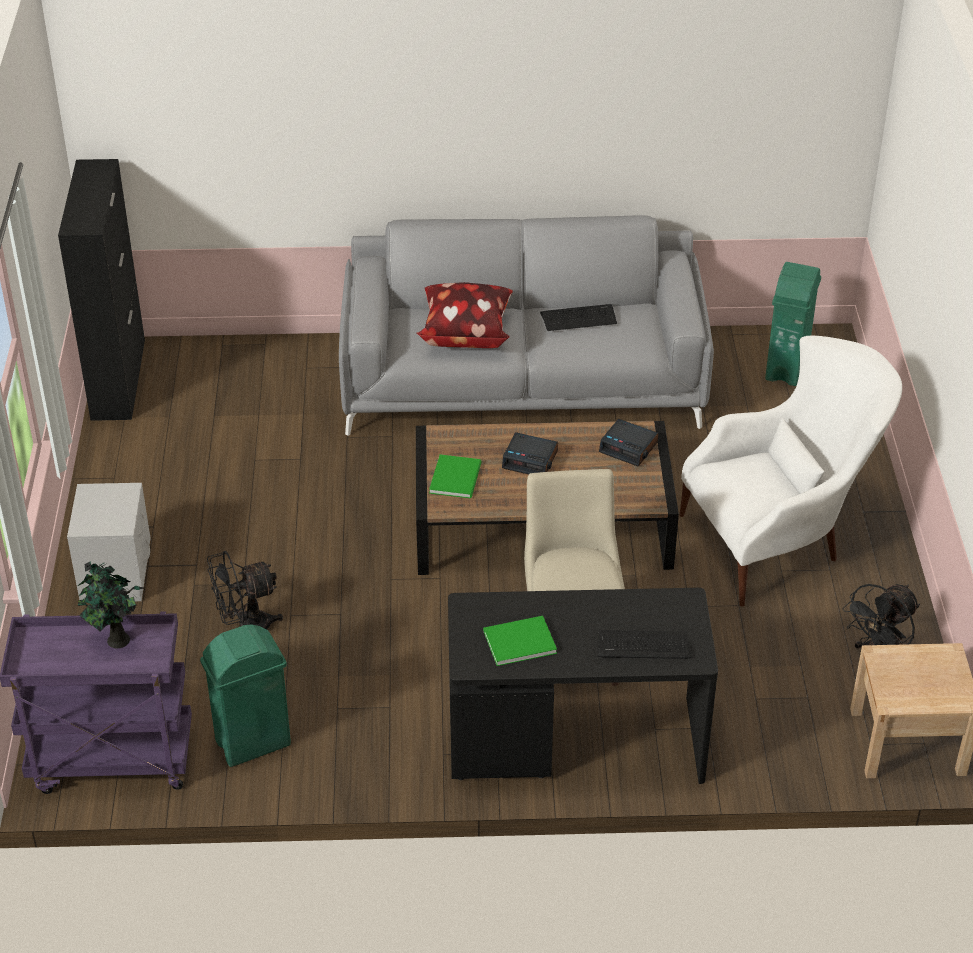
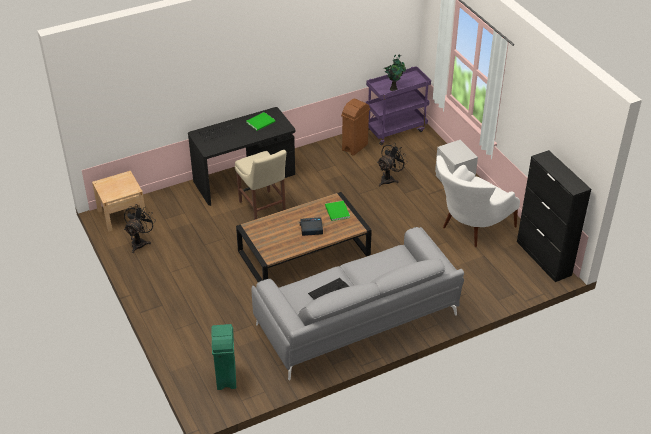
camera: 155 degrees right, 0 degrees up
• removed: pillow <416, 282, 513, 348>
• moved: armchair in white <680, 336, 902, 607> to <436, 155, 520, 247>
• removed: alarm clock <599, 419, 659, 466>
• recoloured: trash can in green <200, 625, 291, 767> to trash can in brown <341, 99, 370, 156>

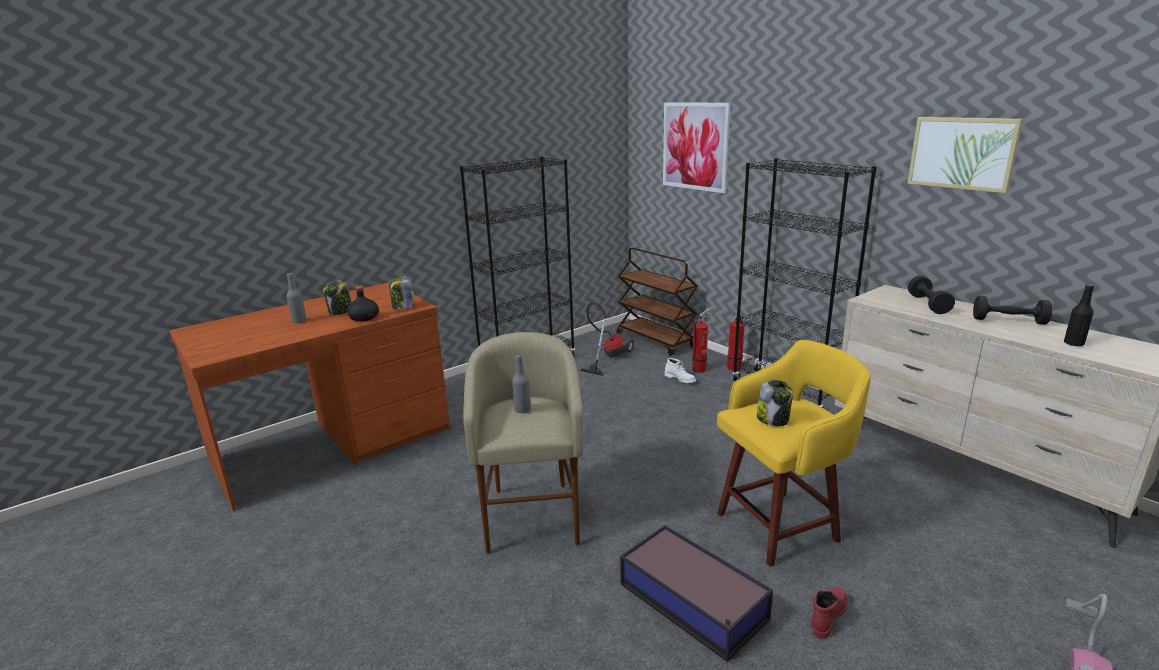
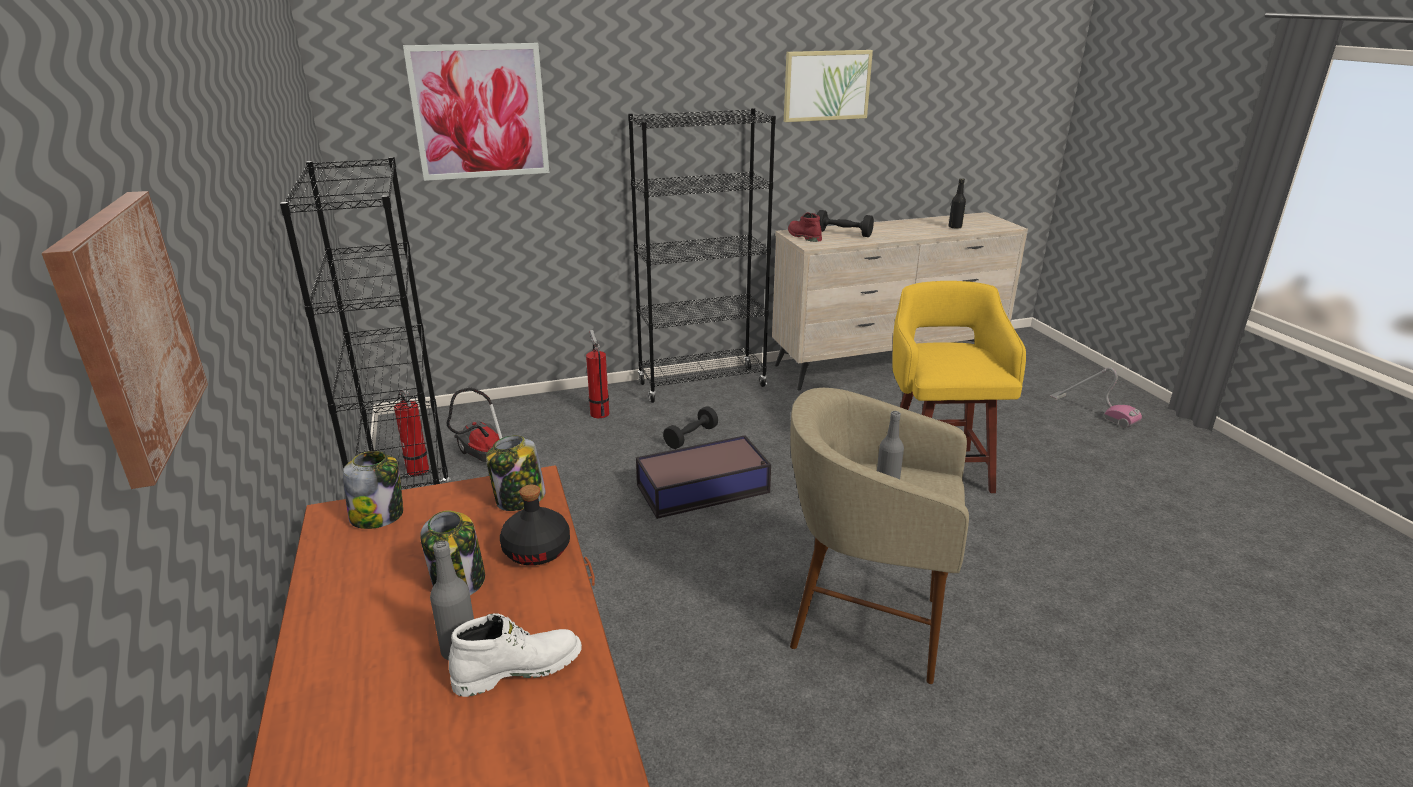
camera: 70 degrees left, 5 degrees up
• removed: cart in brown <617, 247, 698, 356>
• moved: dumbbell in black <973, 296, 1052, 325> to <663, 406, 718, 449>
• moved: fire extinguisher <727, 313, 744, 371> to <394, 389, 429, 476>
• moved: boot in white <664, 358, 696, 383> to <449, 614, 582, 697>
• moved: jar <757, 380, 793, 426> to <343, 451, 403, 529>
• moved: storage box <620, 525, 773, 662> to <636, 435, 771, 519>
• moved: boot in red <810, 587, 848, 639> to <788, 212, 822, 242>
• added: picture <42, 191, 208, 489>

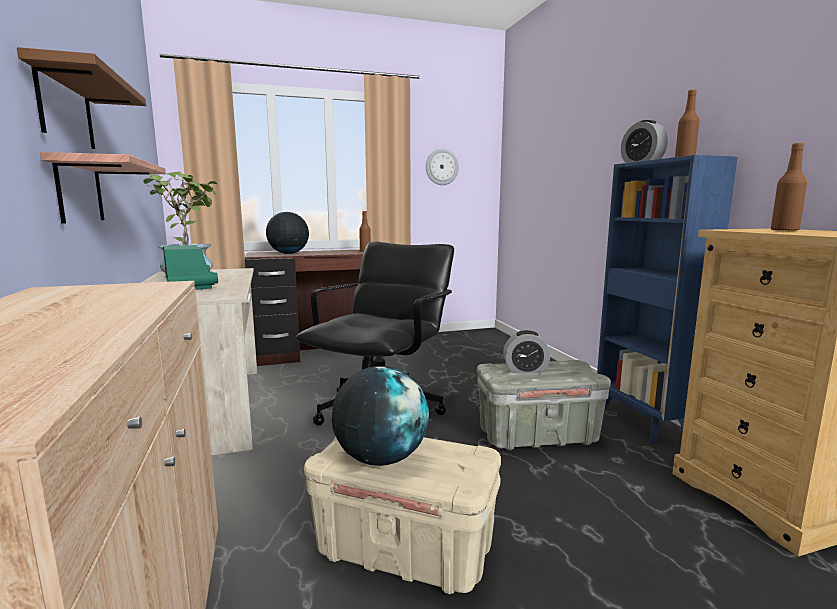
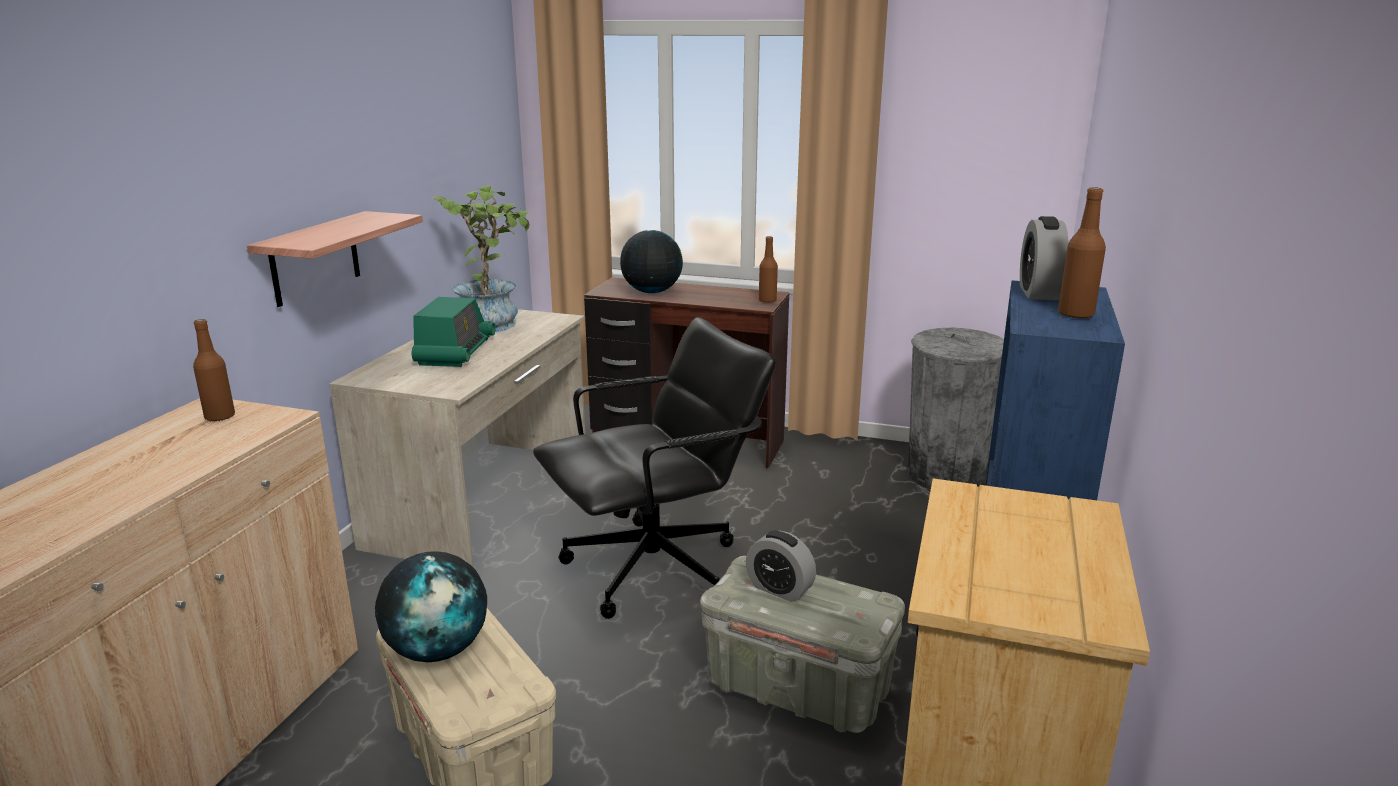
camera: 35 degrees right, 10 degrees up
• removed: shelf in brown <17, 47, 146, 149>
• moved: bottle in brown <771, 143, 807, 231> to <193, 319, 235, 421>
• removed: wall clock <426, 149, 459, 185>
• added: trash can in grey <907, 328, 1004, 489>

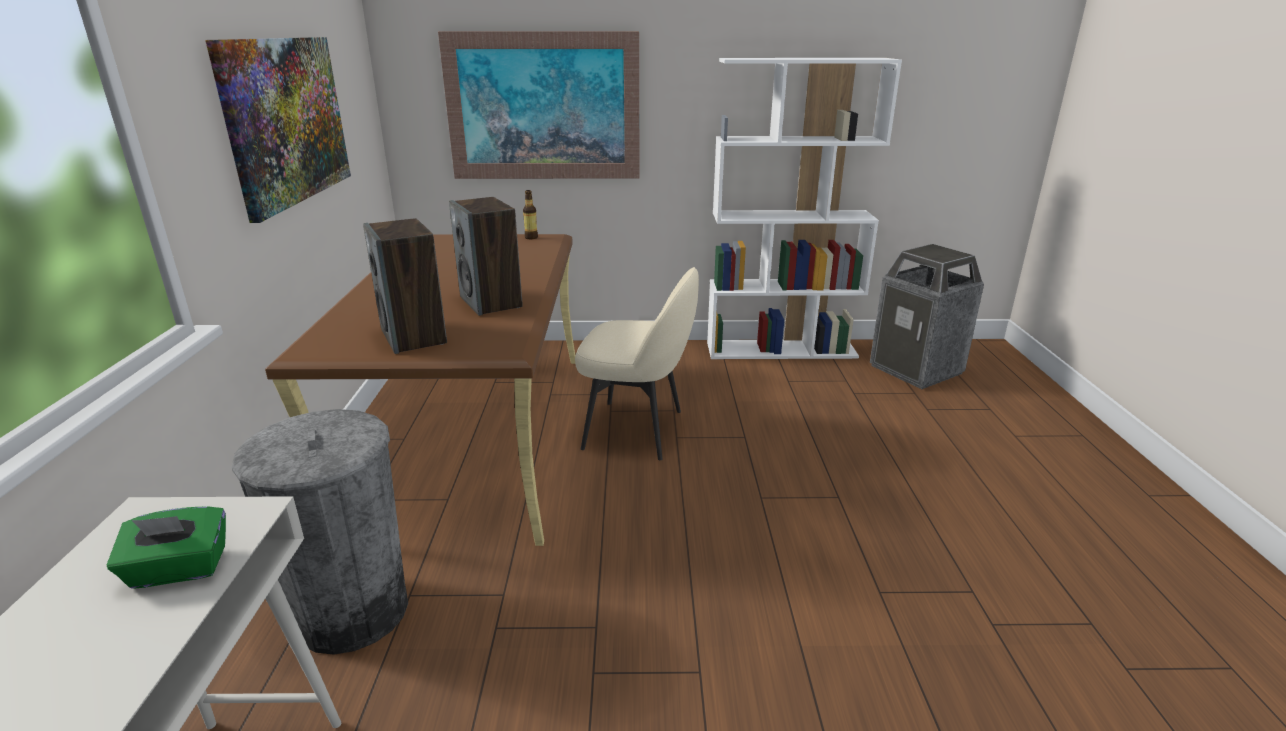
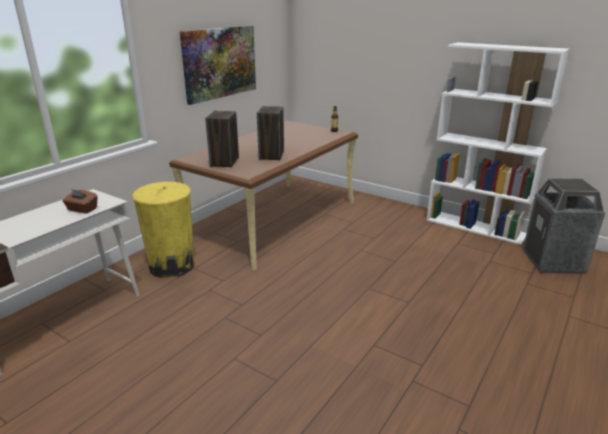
camera: 35 degrees right, 0 degrees up
• removed: picture <438, 31, 640, 179>
• removed: chair in beige <575, 267, 699, 460>
• recoloured: trash can in grey <232, 409, 408, 655> to trash can in yellow <132, 182, 194, 278>
• recoloured: tissue box in green <107, 506, 226, 589> to tissue box in brown <62, 189, 97, 214>

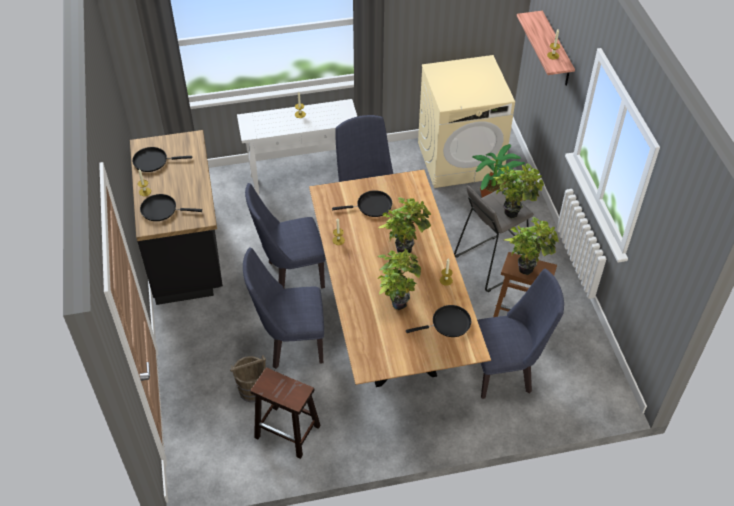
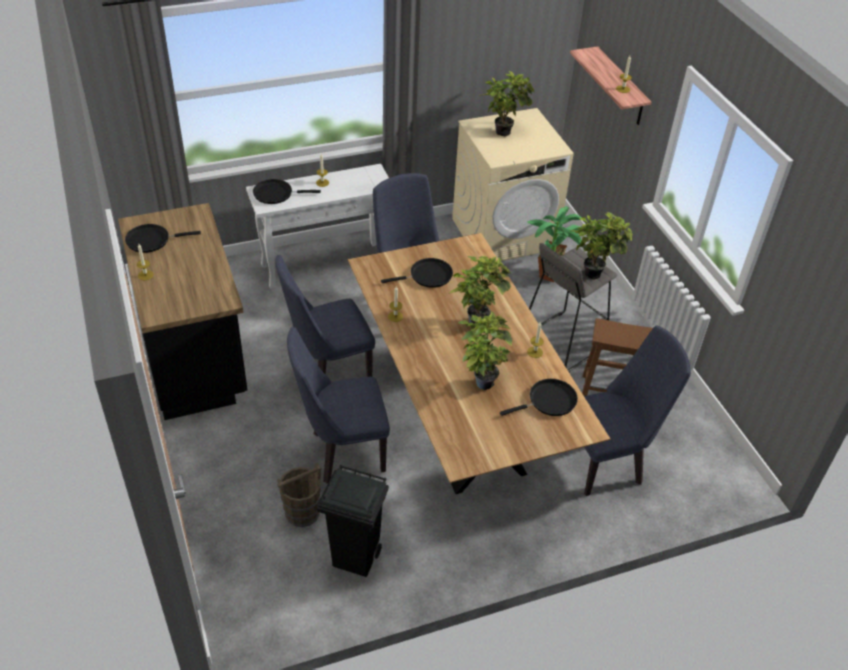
camera: 10 degrees left, 5 degrees down
• moved: frying pan in black <140, 194, 202, 221> to <253, 179, 321, 204>
• moved: potted plant <504, 217, 559, 275> to <480, 71, 534, 137>
• replaced: stool in brown <250, 367, 321, 459> to trash can in black <317, 465, 389, 577>

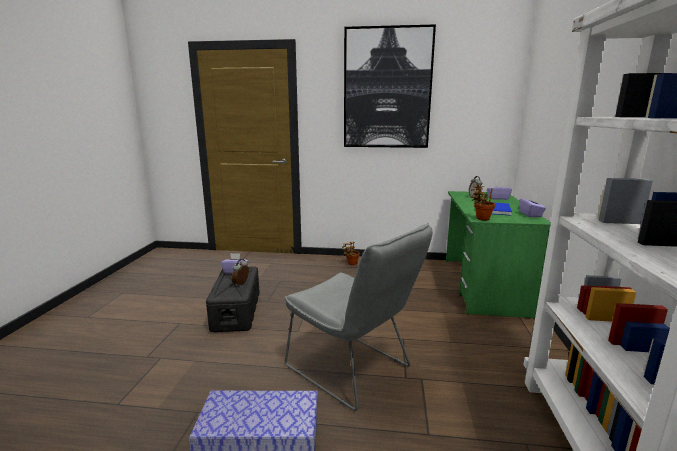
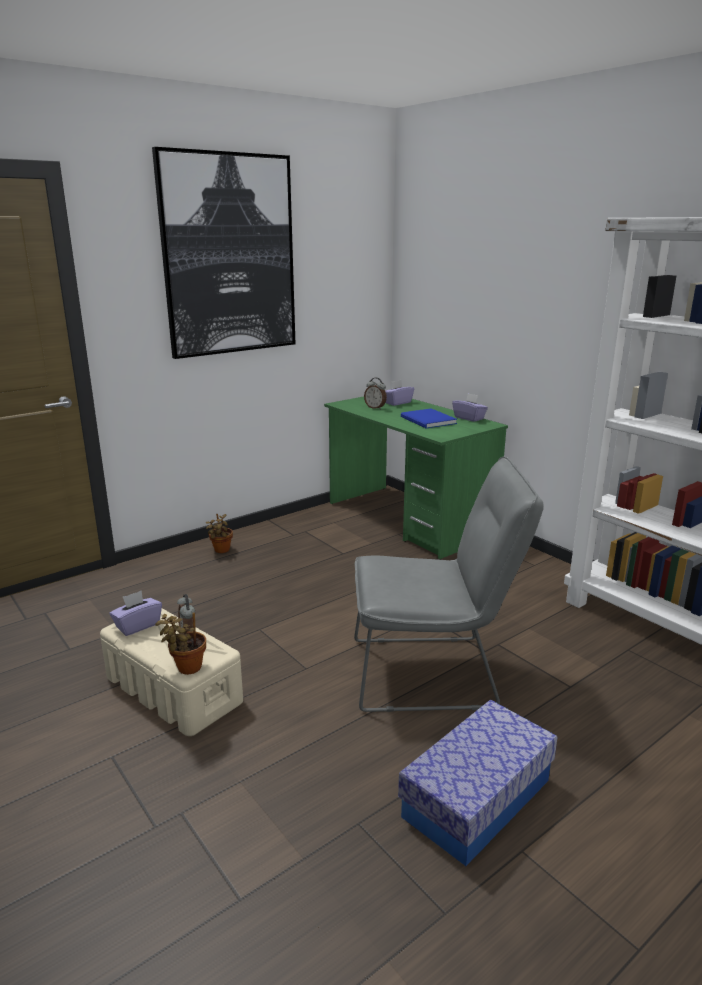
camera: 45 degrees left, 5 degrees up
• moved: potted plant <471, 185, 495, 220> to <155, 612, 206, 675>
• recoloured: storage box in black <206, 267, 260, 332> to storage box in beige <100, 608, 243, 736>

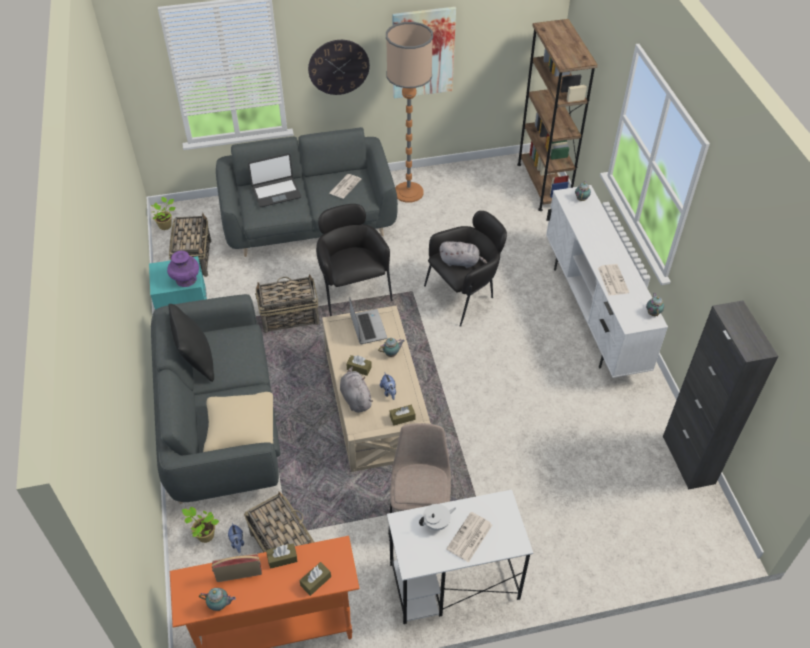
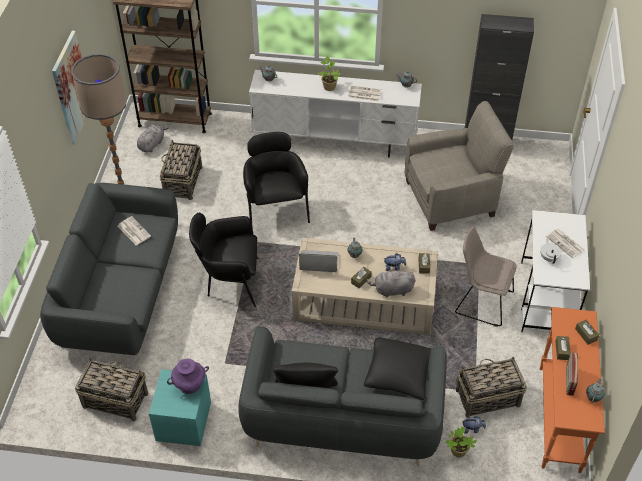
camera: 70 degrees left, 0 degrees up
• removed: wall clock <308, 40, 370, 95>
• removed: laptop <248, 153, 301, 207>
• moved: potted plant <151, 197, 175, 230> to <318, 56, 341, 91>
• moved: plush toy in grey <439, 241, 487, 268> to <137, 125, 169, 152>
• moved: basket <255, 274, 319, 333> to <160, 140, 202, 200>
• recoloured: pillow in beige <203, 392, 273, 452> to pillow in black <364, 337, 431, 400>
• added: armchair in beige <404, 101, 514, 231>

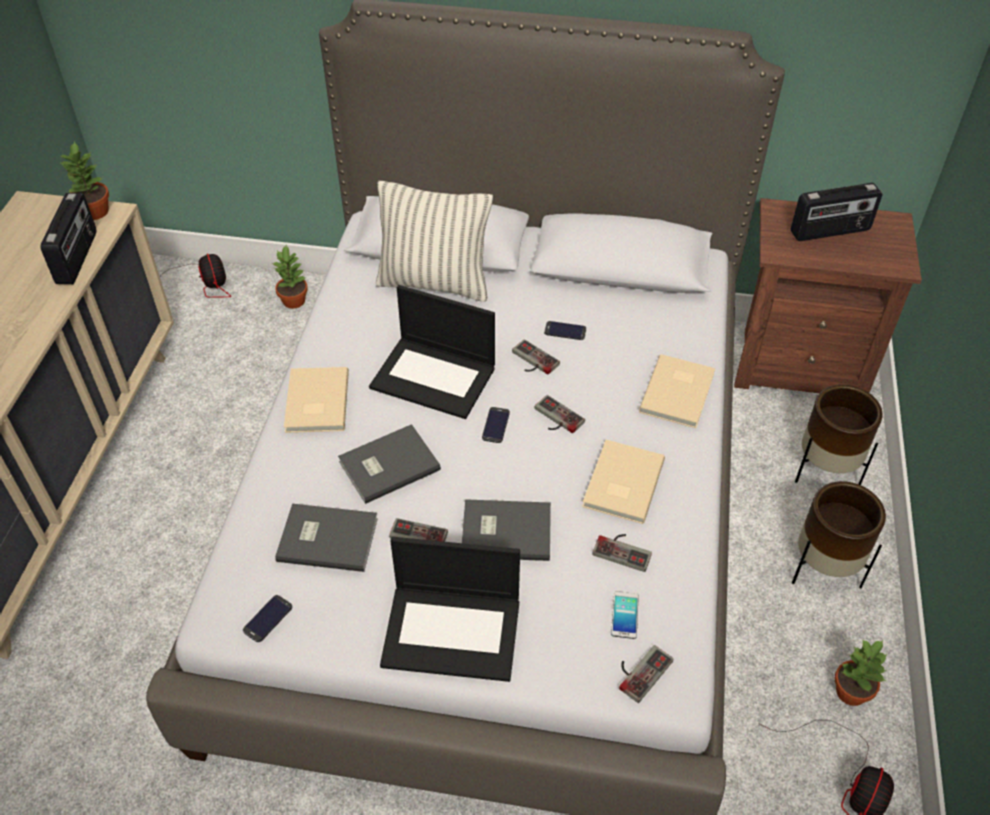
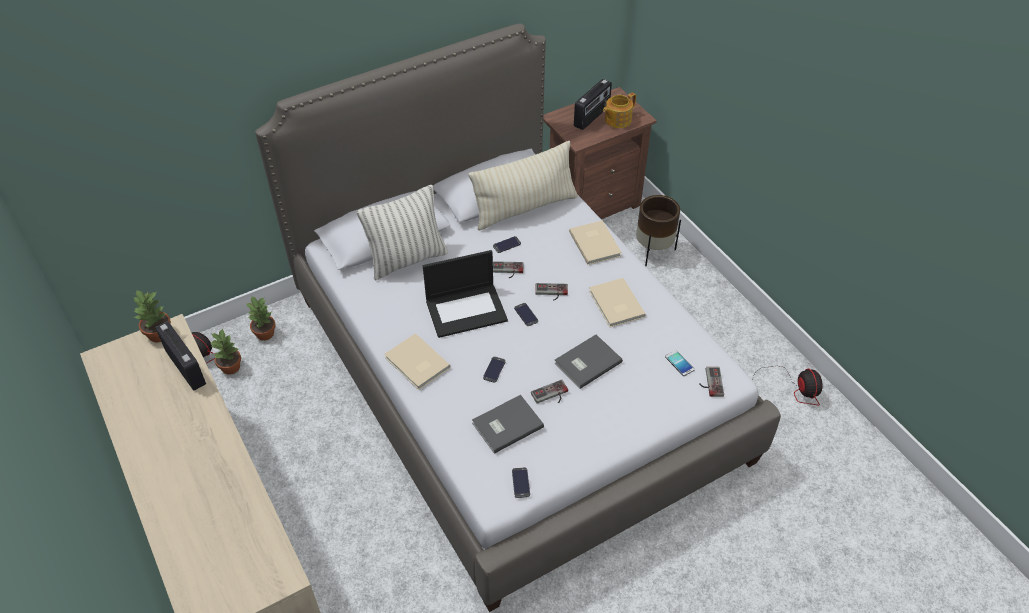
camera: 40 degrees left, 0 degrees up
• replaced: book in grey <338, 424, 441, 504> to phone <483, 356, 506, 383>
• removed: planter in brown <792, 481, 886, 588>
• removed: game controller <592, 534, 652, 572>
• removed: laptop <380, 537, 520, 682>
• moved: potted plant <834, 640, 888, 706> to <211, 328, 241, 375>
• added: teapot <603, 92, 636, 128>
• added: pillow in beige <468, 141, 578, 230>

